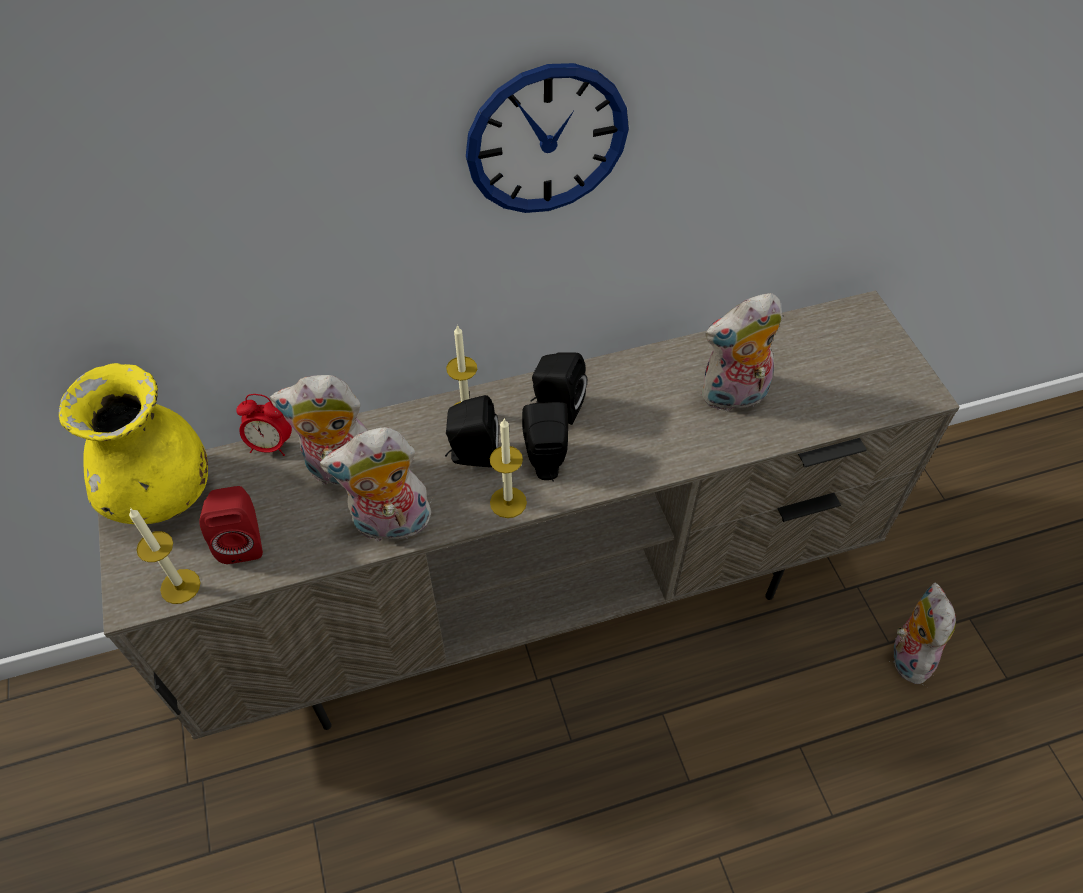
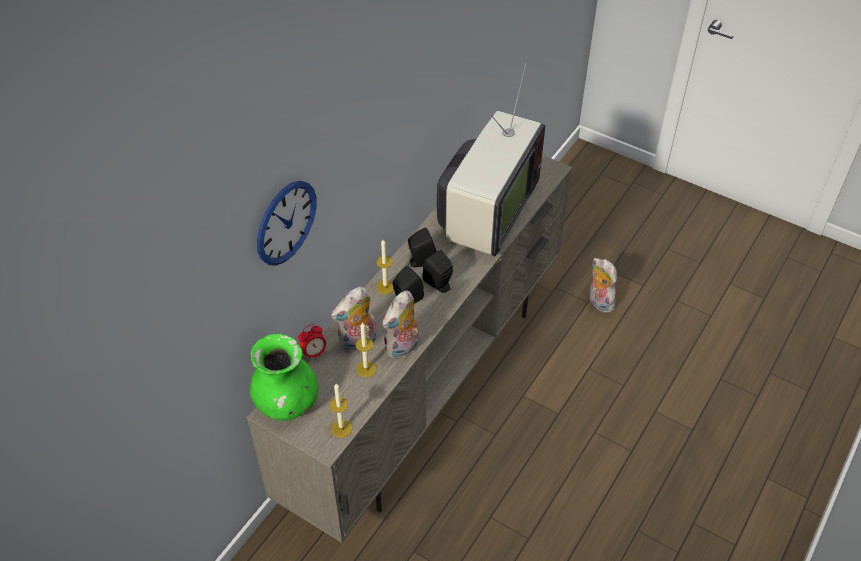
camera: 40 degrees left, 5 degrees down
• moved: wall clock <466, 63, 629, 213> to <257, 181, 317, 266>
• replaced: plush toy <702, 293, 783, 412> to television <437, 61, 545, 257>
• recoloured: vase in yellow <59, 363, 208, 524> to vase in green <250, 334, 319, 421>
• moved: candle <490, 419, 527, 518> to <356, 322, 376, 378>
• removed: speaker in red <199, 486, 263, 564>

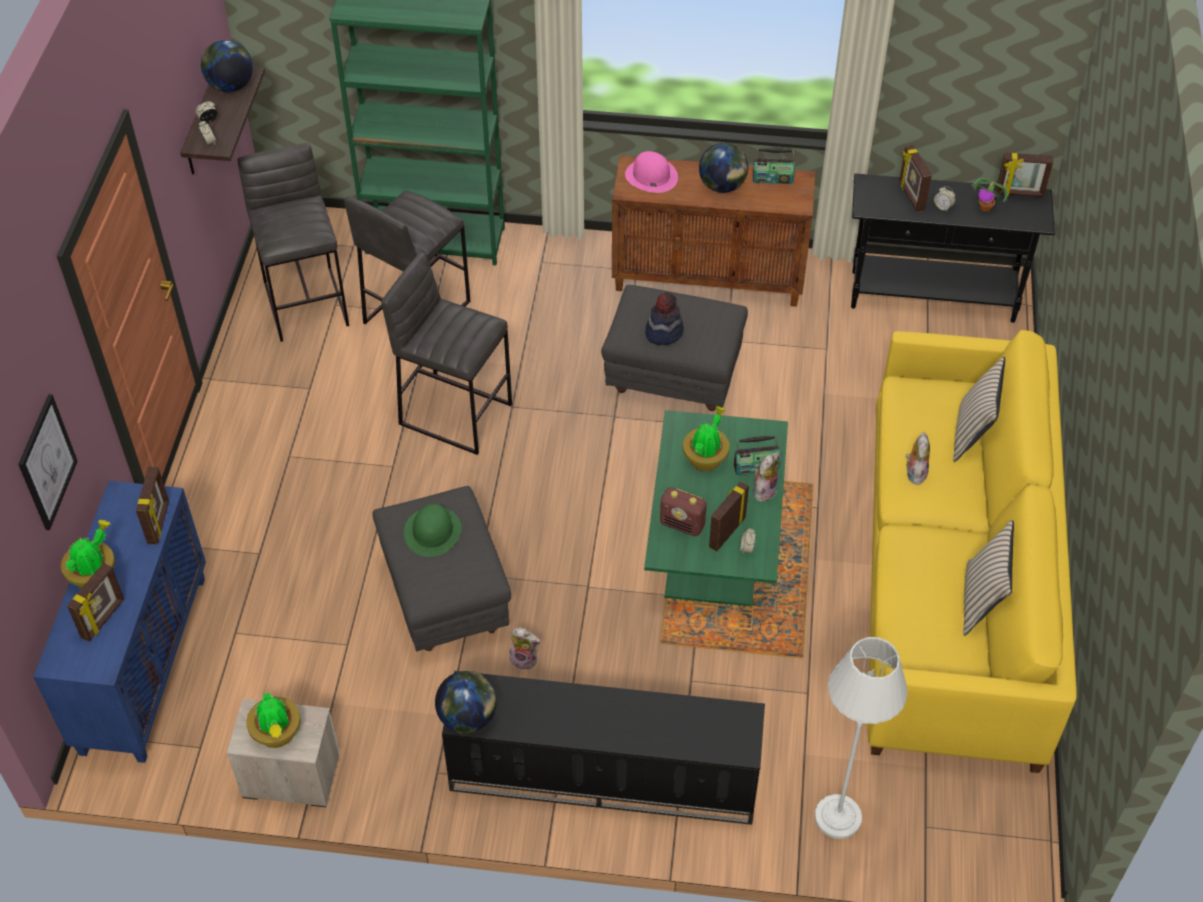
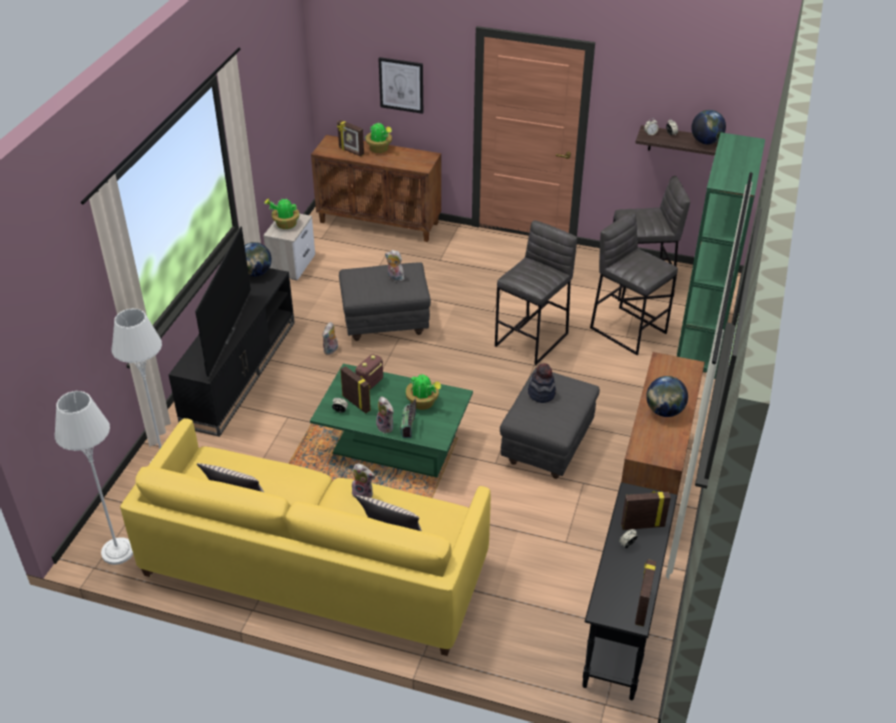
camera: 100 degrees right, 10 degrees down
• removed: radio <753, 148, 795, 184>
• removed: hat in pink <625, 151, 678, 193>
• removed: potted plant <971, 178, 1008, 211>
• removed: picture frame <136, 467, 169, 545>
• recoloured: cabinet in blue <33, 481, 206, 763> to cabinet in brown <311, 135, 441, 242>
• replaced: hat in green <404, 503, 462, 557> to plush toy <385, 250, 404, 282>
• added: television <195, 227, 251, 377>
• added: floor lamp in white <54, 391, 133, 565>

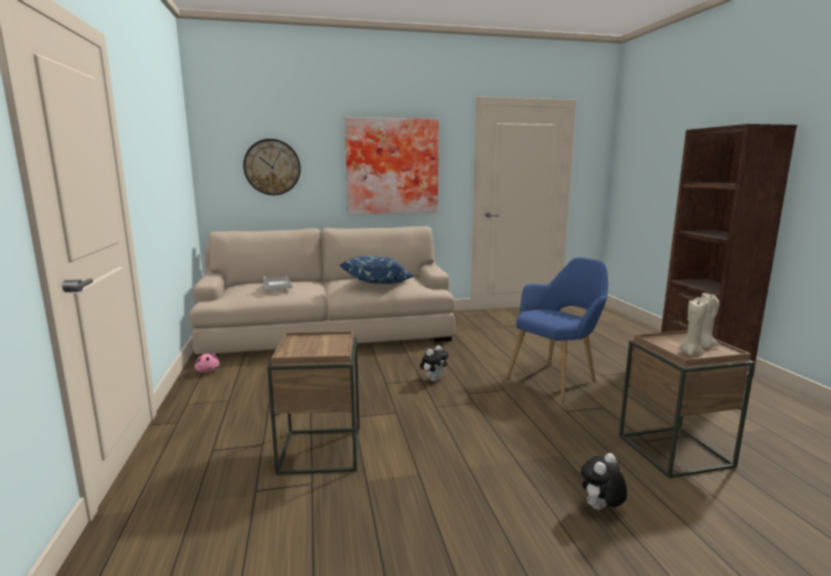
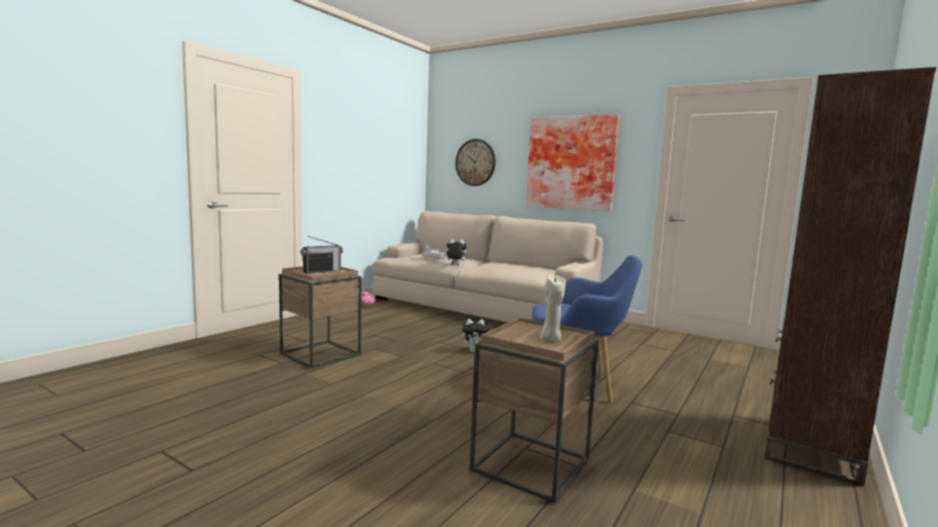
camera: 45 degrees right, 5 degrees down
• removed: pillow in blue <340, 256, 414, 284>
• removed: candle in beige <679, 297, 709, 355>
• moved: plush toy <581, 453, 627, 510> to <443, 239, 467, 265>
• added: radio <301, 236, 343, 274>

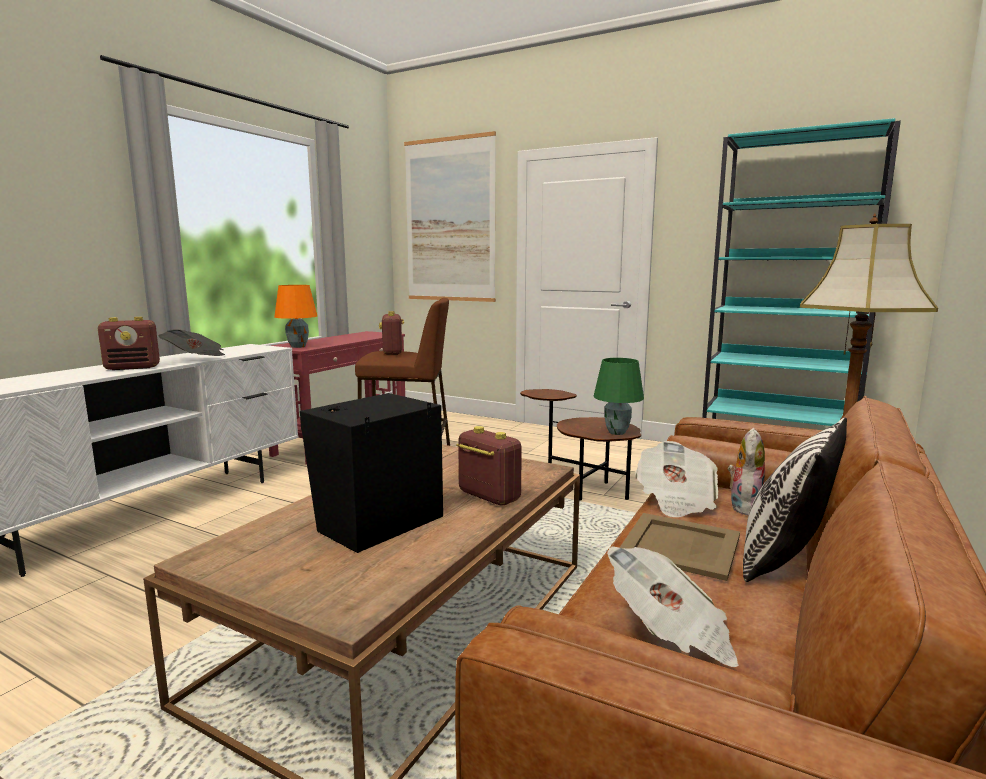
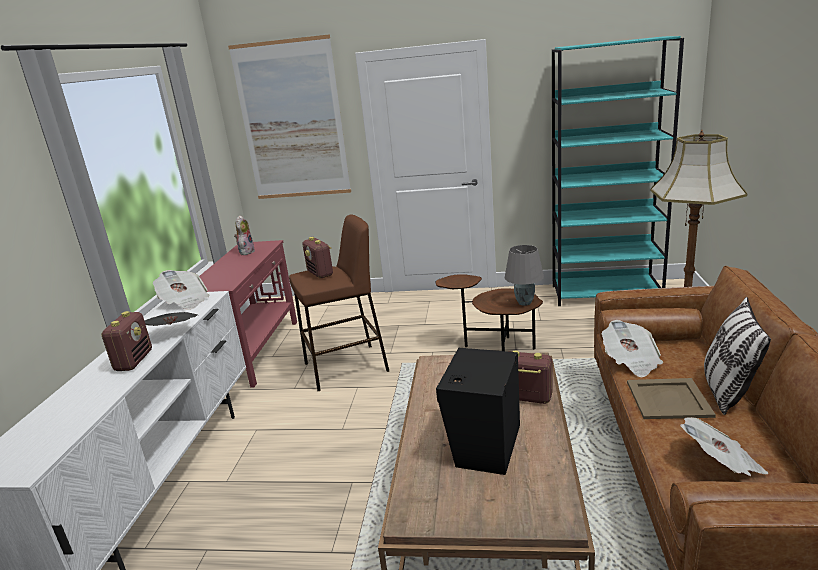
camera: 20 degrees left, 10 degrees up
• removed: table lamp in orange <274, 285, 317, 348>
• turned: radio <98, 317, 160, 370> = <101, 311, 152, 371> 45 degrees counterclockwise
• recoloured: table lamp in green <593, 358, 644, 435> to table lamp in grey <505, 245, 544, 306>
• moved: plush toy <728, 428, 765, 516> to <234, 215, 255, 255>
• added: newspaper <153, 270, 210, 310>

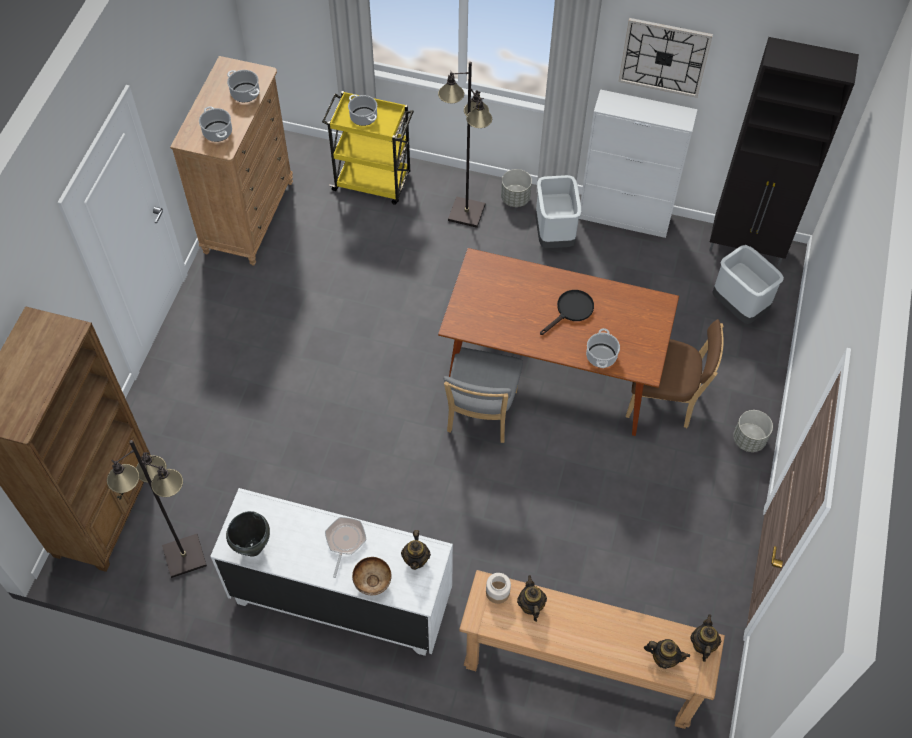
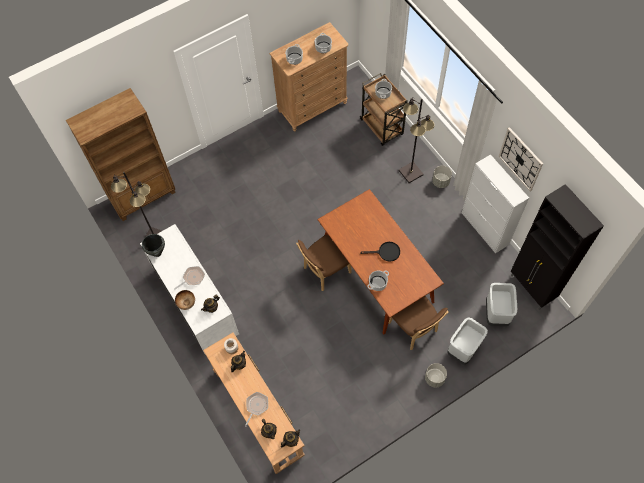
camera: 45 degrees right, 5 degrees up
• recoloured: cart in yellow <322, 91, 414, 205> to cart in brown <360, 73, 408, 146>
• moved: trash can in grey <536, 175, 581, 248> to <447, 317, 488, 365>
• recoloured: chair in grey <443, 347, 523, 443> to chair in brown <296, 235, 352, 291>
• added: frying pan <245, 392, 268, 427>

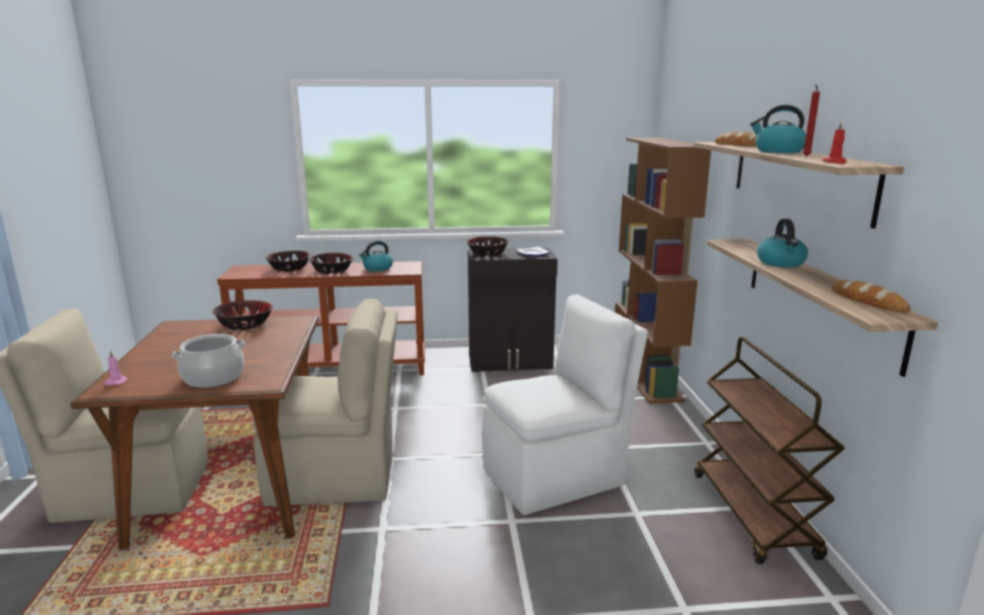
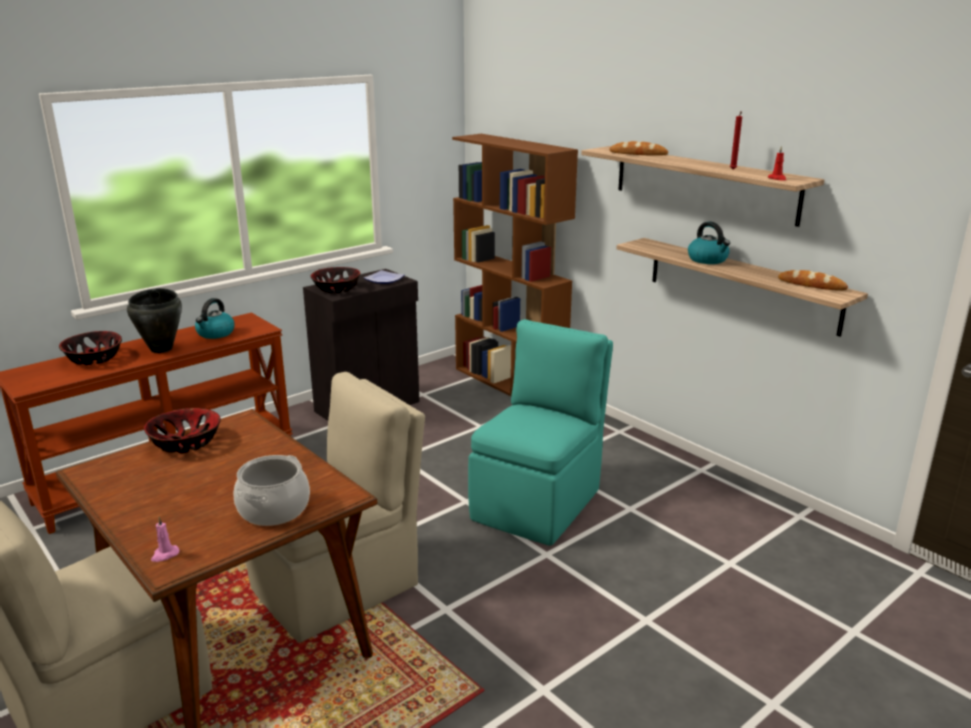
camera: 35 degrees left, 5 degrees up
• removed: kettle <750, 105, 806, 153>
• replaced: bowl <309, 253, 353, 274> to cooking pot in black <127, 288, 182, 353>
• recoloured: chair in white <482, 295, 648, 515> to chair in turquoise <468, 319, 613, 546>
• removed: cart in brown <694, 337, 845, 564>

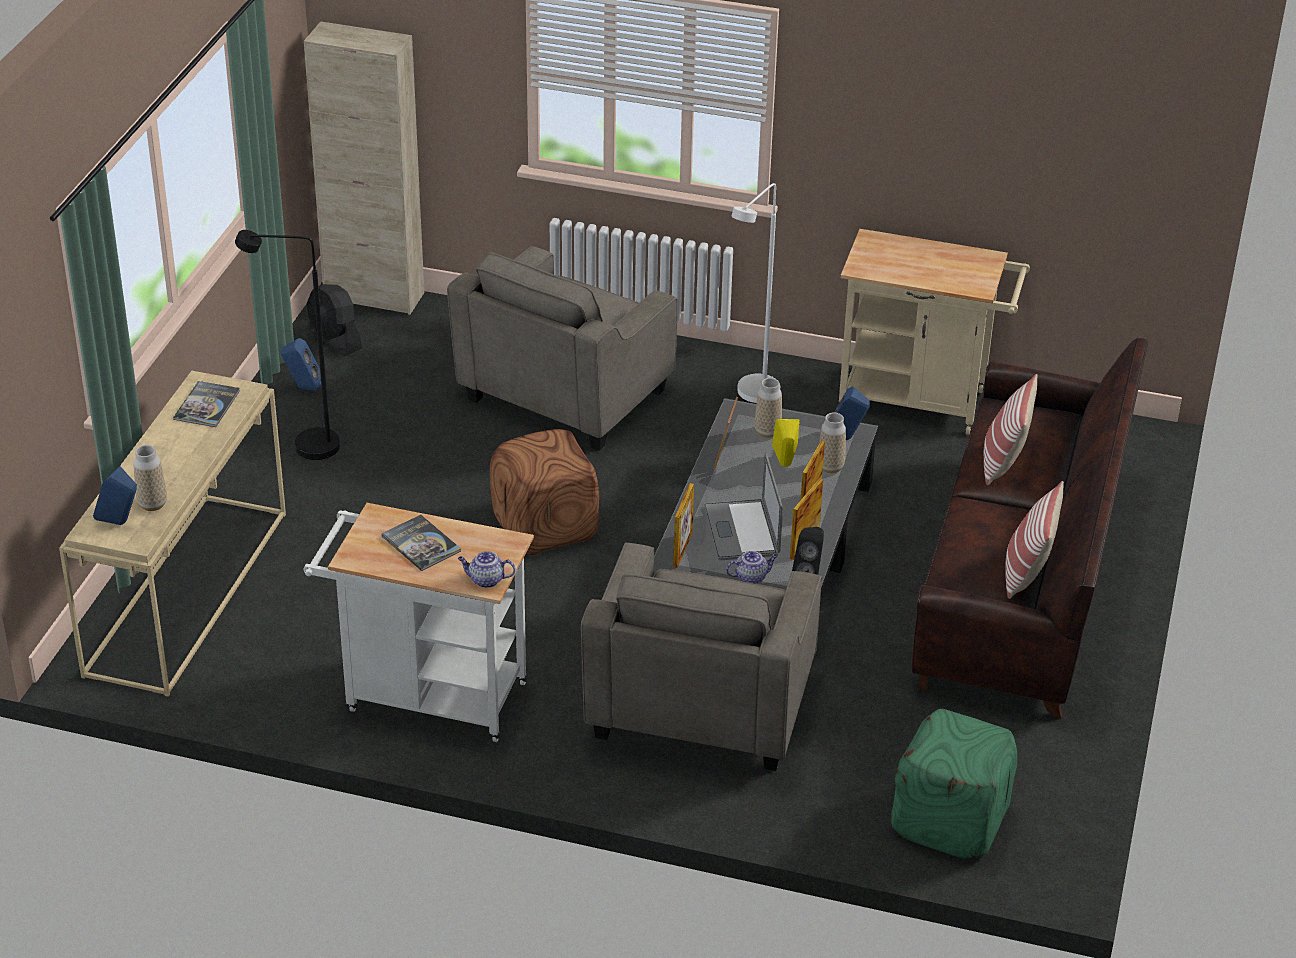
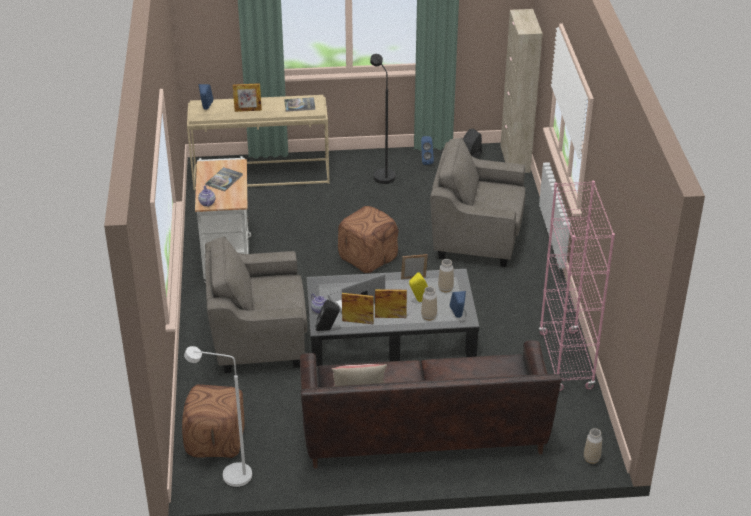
camera: 70 degrees right, 0 degrees up
• moved: floor lamp in white <731, 183, 780, 404> to <184, 346, 252, 488>
• replaced: cart in beige <838, 229, 1030, 435> to bookcase in pink <539, 181, 615, 391>
• removed: pillow <984, 374, 1038, 485>
• moved: vase <133, 445, 167, 511> to <584, 428, 602, 464>
• moved: picture frame <673, 483, 694, 568> to <233, 83, 262, 112>
• recoloured: ottoman in green <891, 709, 1017, 858> to ottoman in brown <182, 384, 245, 458>

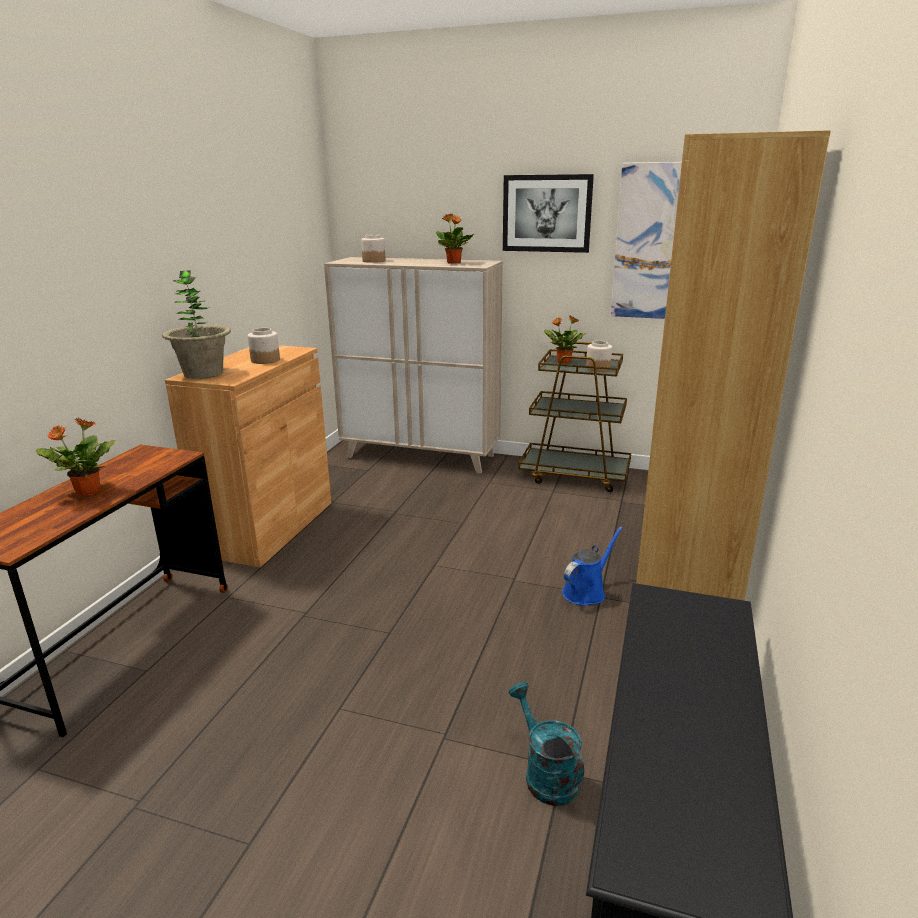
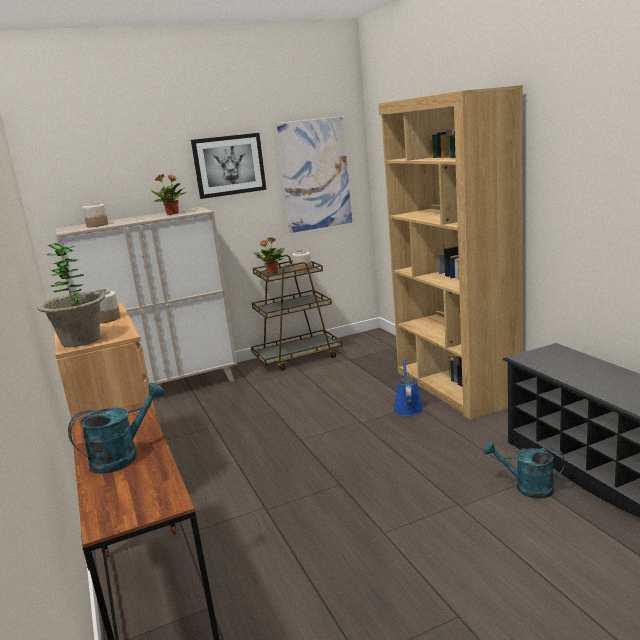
camera: 40 degrees left, 5 degrees down
• replaced: potted plant <36, 418, 116, 496> to watering can in turquoise <68, 382, 165, 474>

